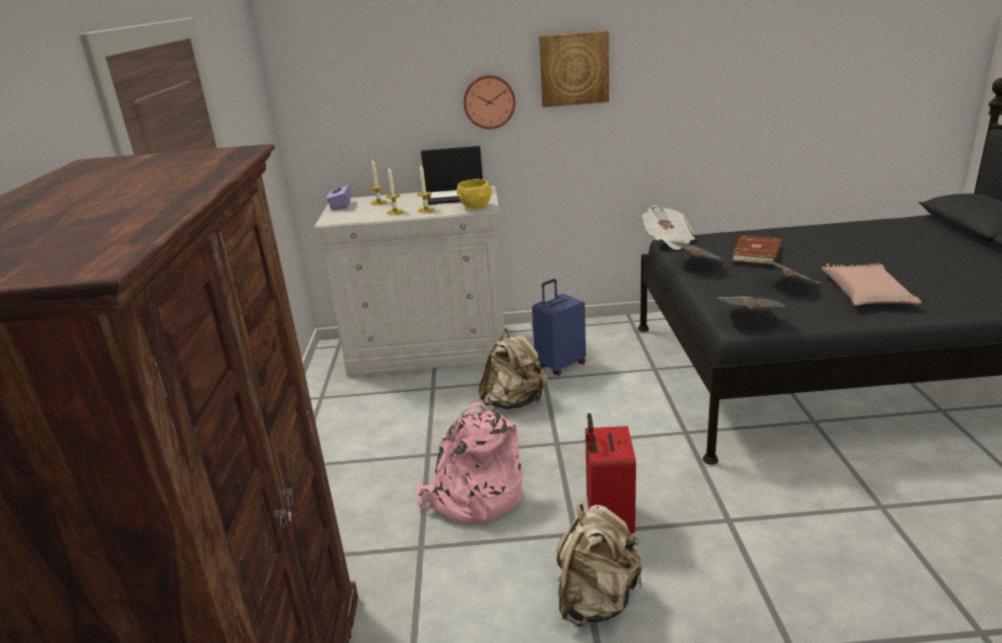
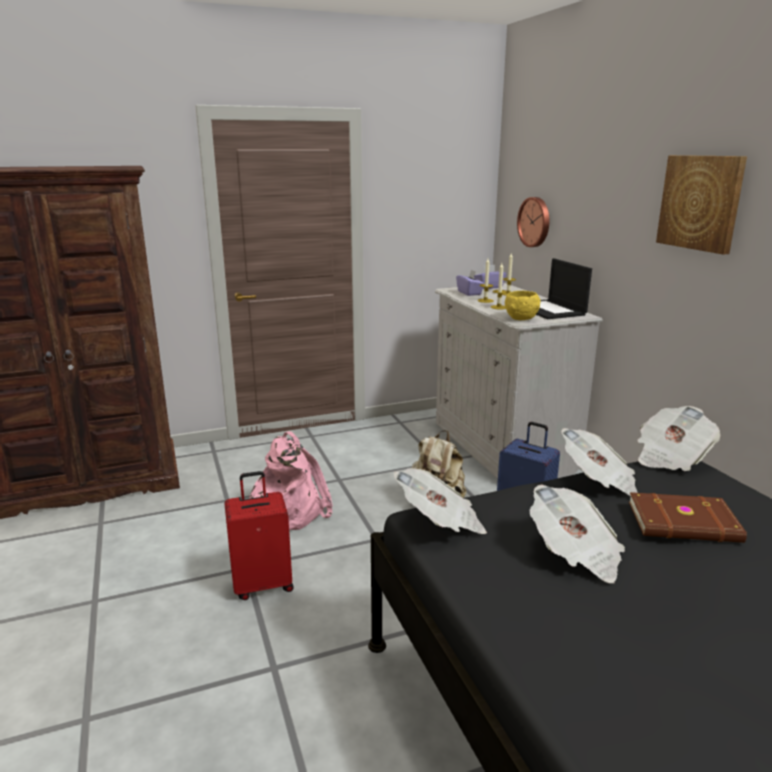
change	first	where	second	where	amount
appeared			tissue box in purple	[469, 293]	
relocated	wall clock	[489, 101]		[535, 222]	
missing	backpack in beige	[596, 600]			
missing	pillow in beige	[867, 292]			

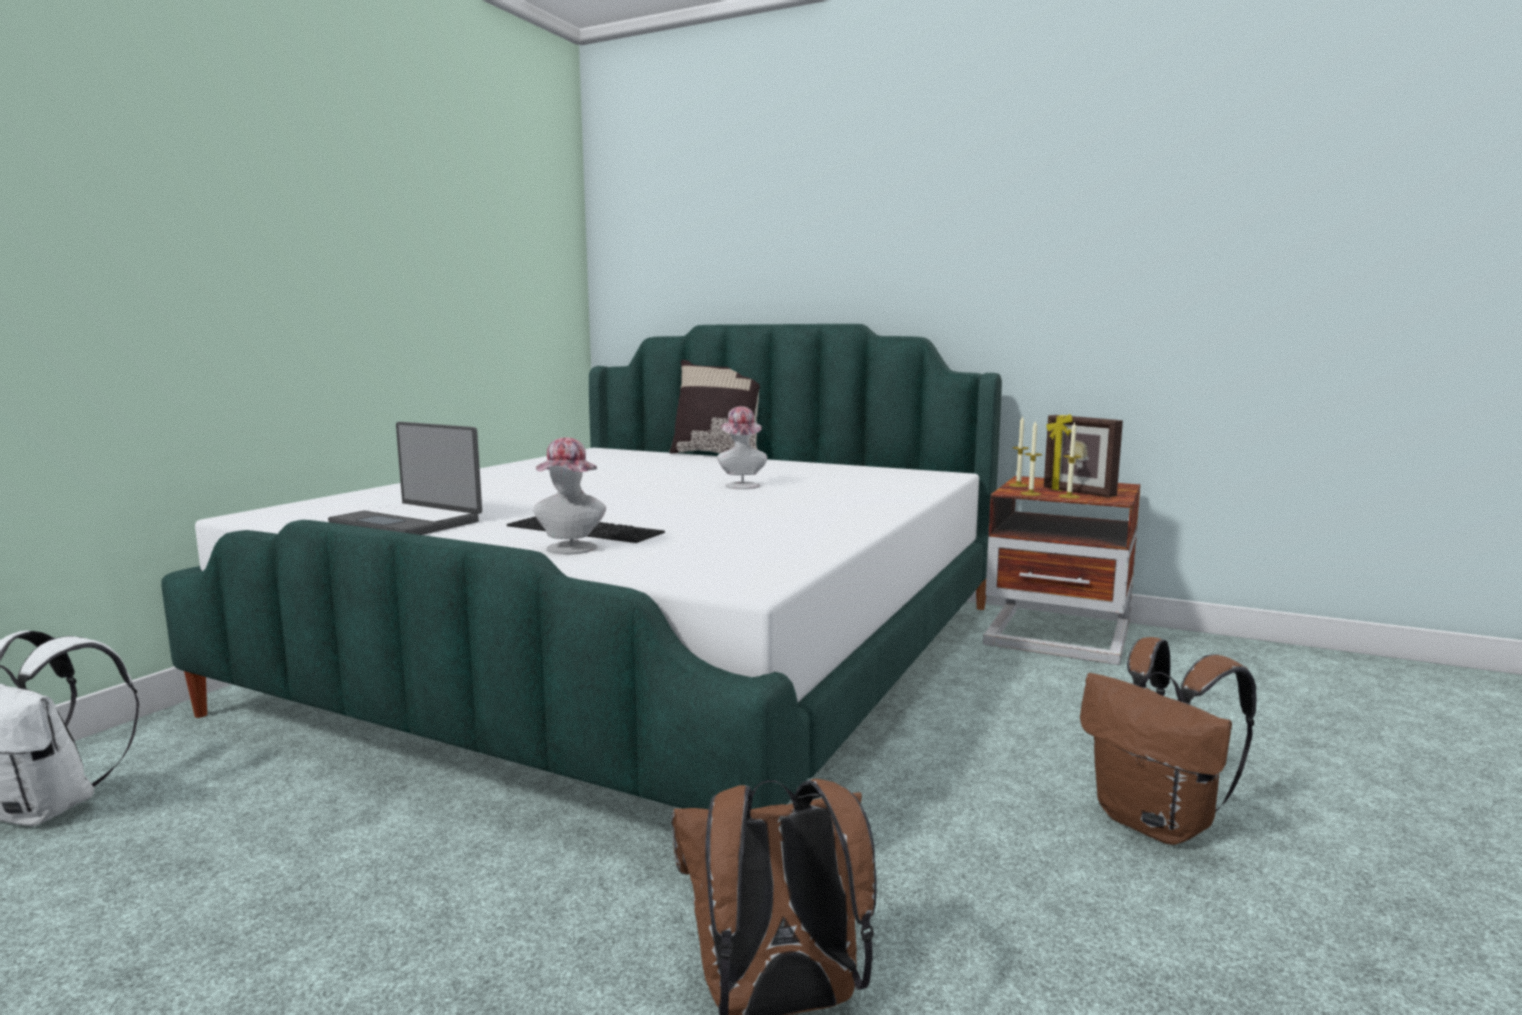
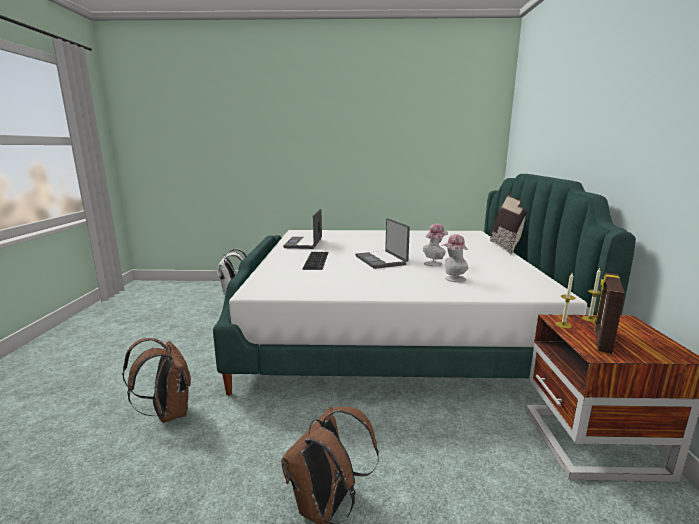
change	first	where	second	where	amount
appeared			laptop	[381, 260]	
relocated	hat	[570, 550]		[453, 279]	
missing	candle	[1069, 496]			

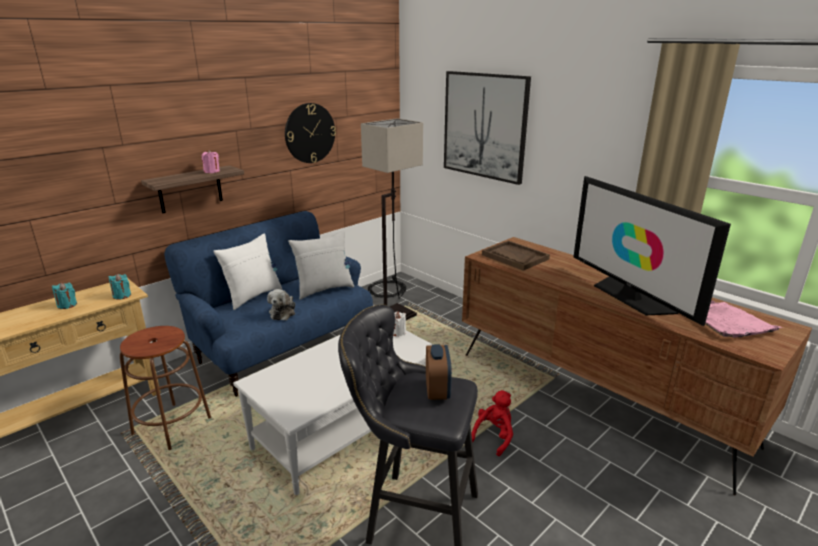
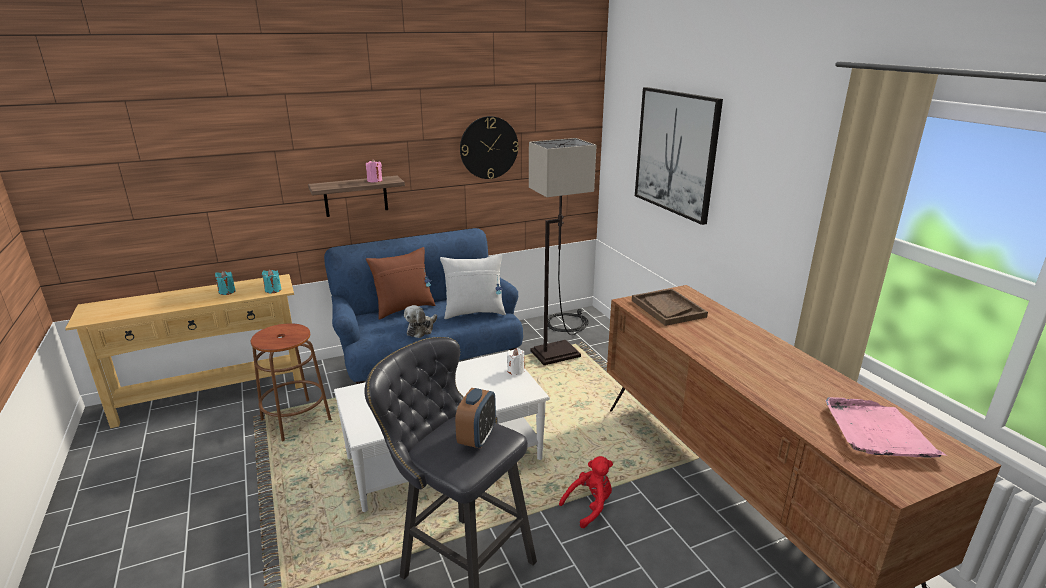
change	first	where	second	where	amount
colour	pillow in white	[253, 297]	pillow in brown	[404, 309]	
missing	television	[630, 297]			

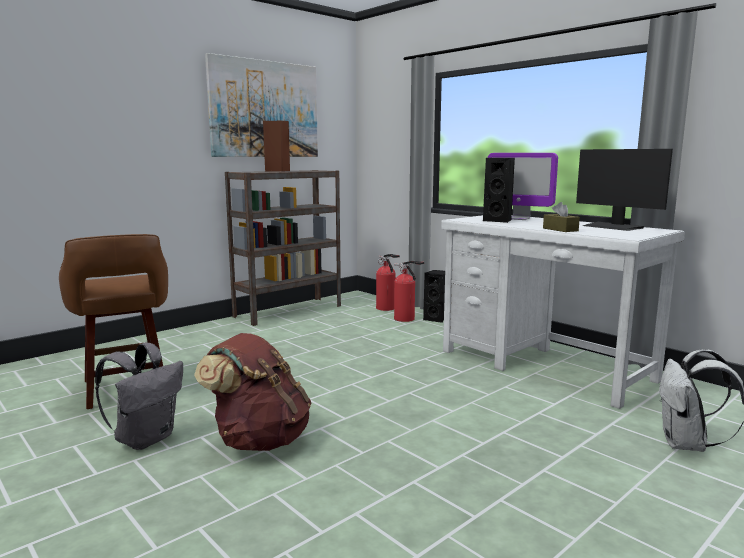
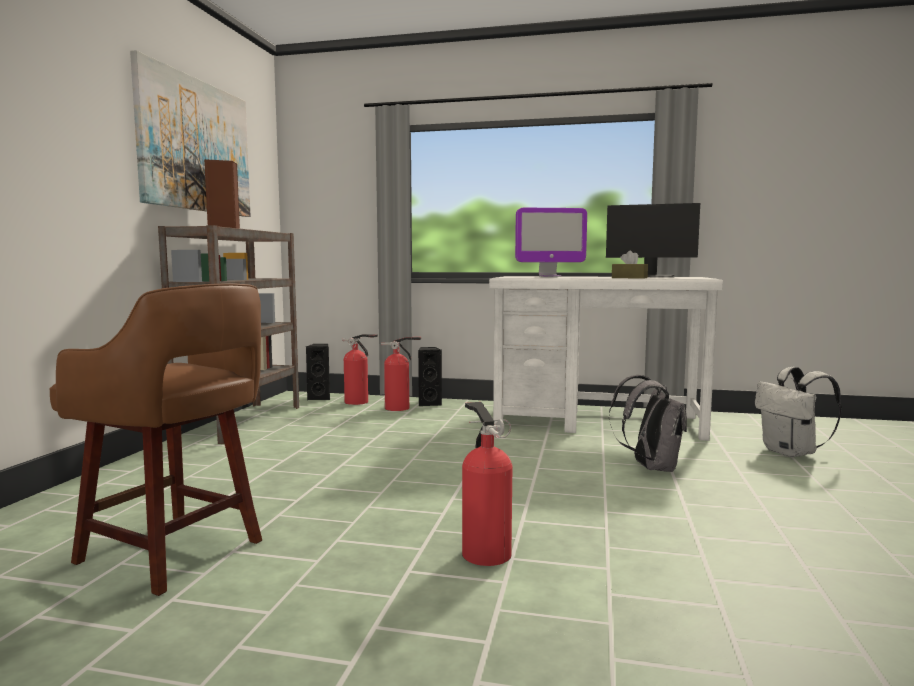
change	first	where	second	where	amount
relocated	speaker in black	[499, 220]		[320, 398]	
exchanged	backpack in brown	[259, 440]	fire extinguisher	[485, 551]	
relocated	backpack in grey	[146, 438]		[650, 467]	

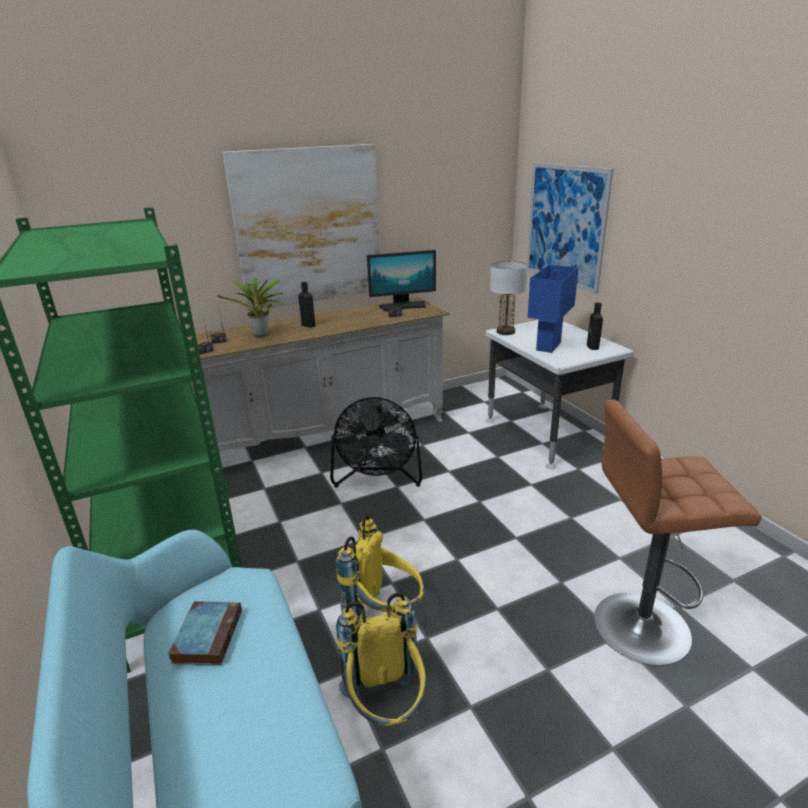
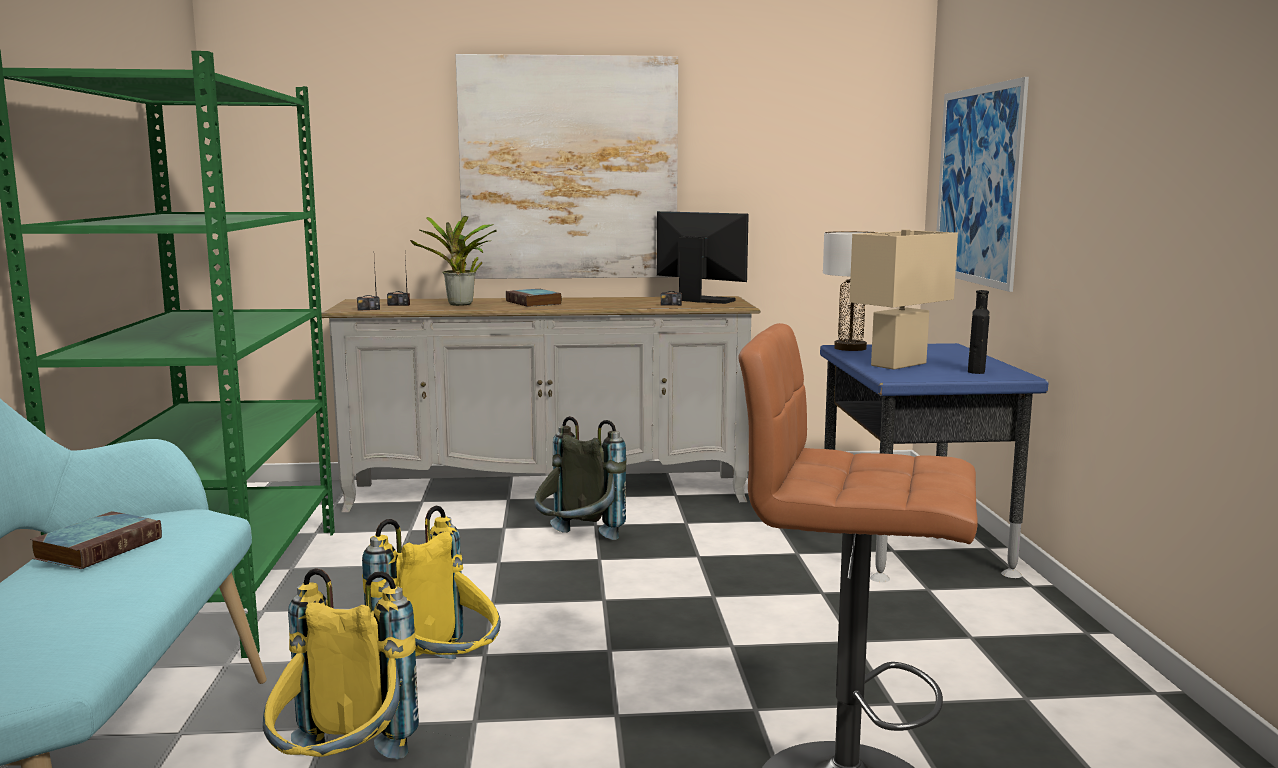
change	first	where	second	where	amount
exchanged	bottle in black	[307, 325]	book	[534, 303]	
exchanged	fan in black	[375, 476]	backpack in grey	[577, 543]	
spun	monitor	[403, 306]		[698, 300]	150 degrees counterclockwise
colour	desk in white	[547, 433]	desk in blue	[913, 541]	
colour	table lamp in blue	[548, 346]	table lamp in beige	[898, 364]	

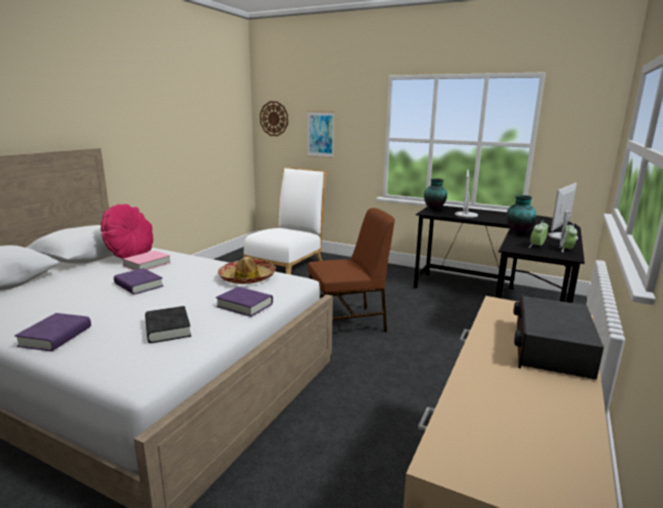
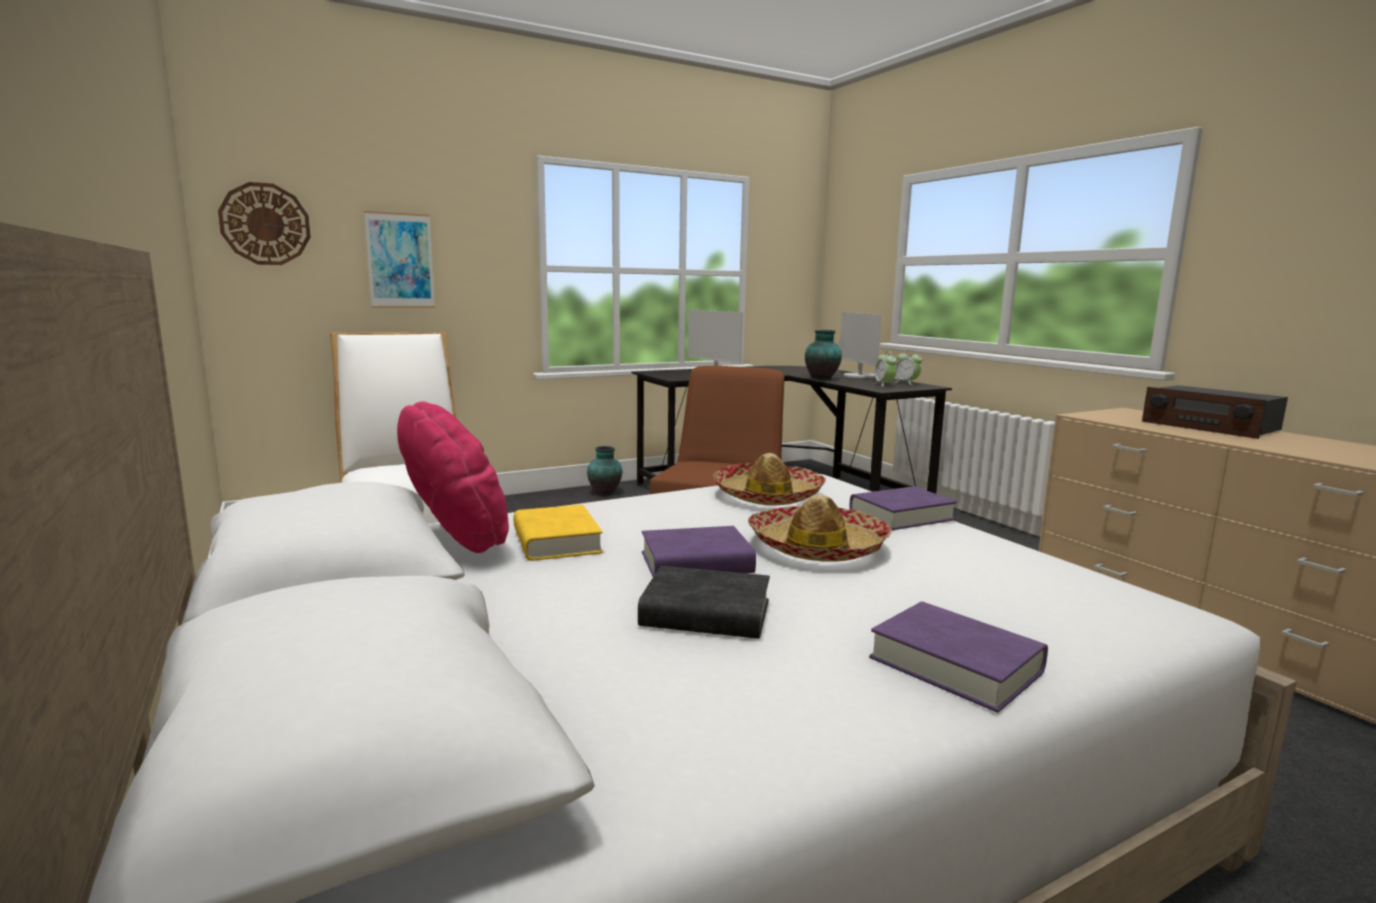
change	first	where	second	where	amount
colour	book in pink	[147, 264]	book in yellow	[556, 541]	
relocated	vase	[434, 209]		[605, 492]	
relocated	book in black	[167, 329]		[706, 614]	
appeared			hat	[817, 547]	

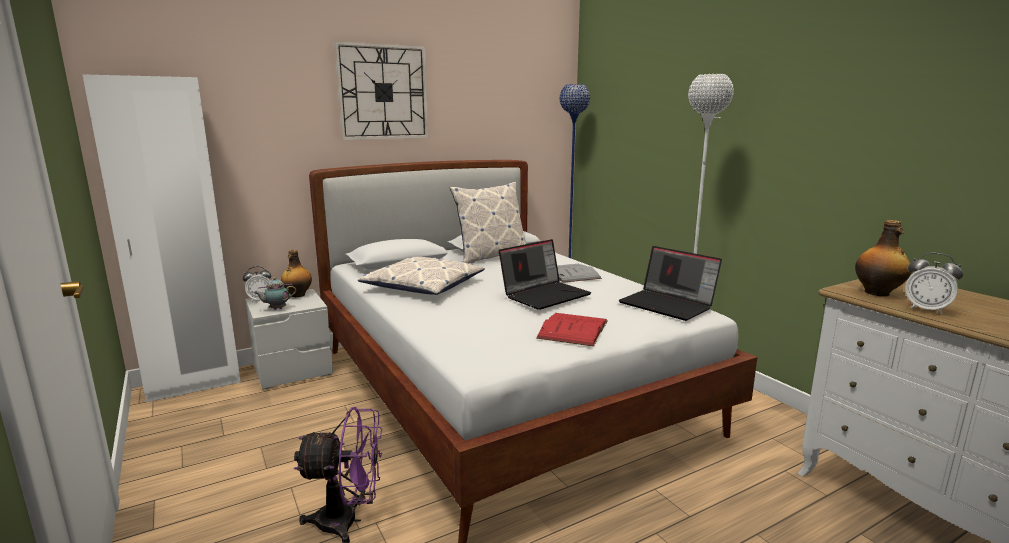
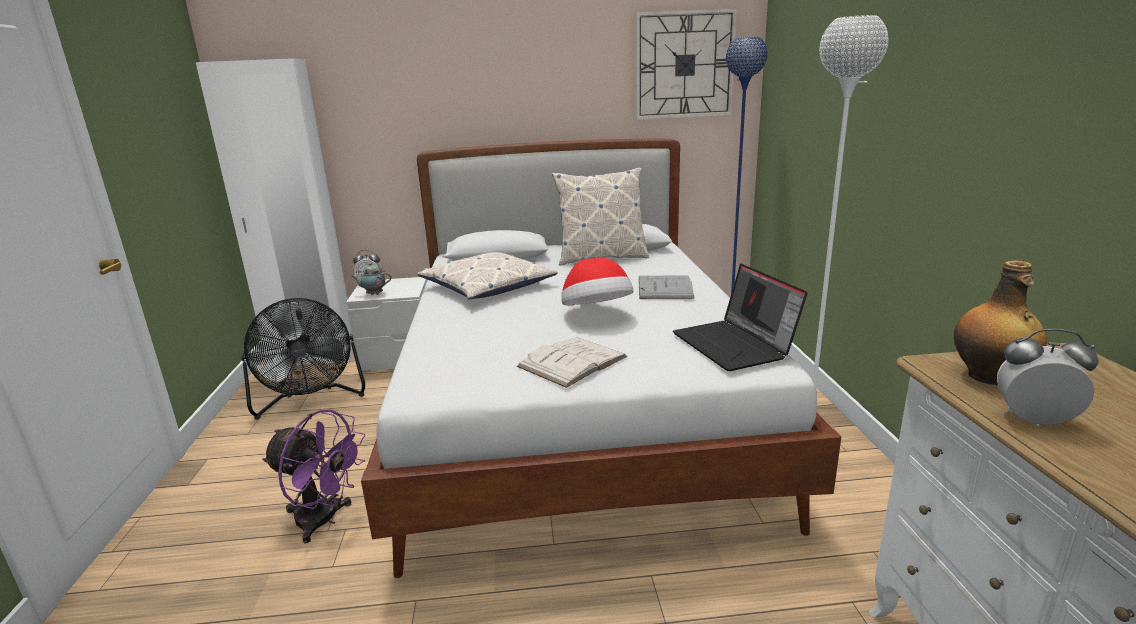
change	first	where	second	where	amount
appeared			fan in black	[306, 399]	
colour	book in red	[573, 329]	book in white	[572, 362]	
exchanged	laptop	[545, 295]	hat	[596, 312]	
relocated	wall clock	[383, 92]		[684, 65]	
spun	alarm clock	[926, 309]		[1034, 420]	135 degrees clockwise
missing	bottle	[297, 295]			

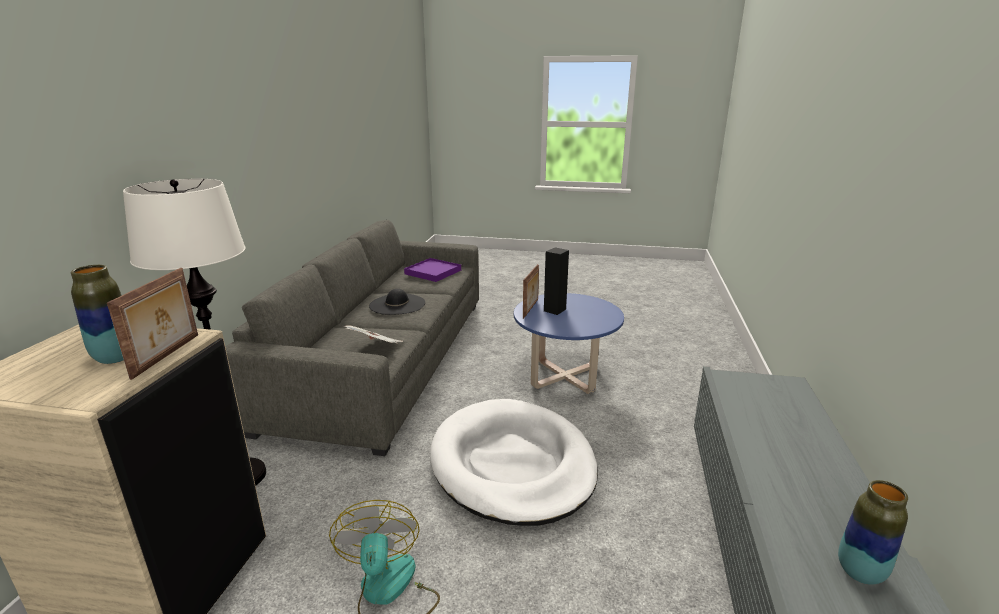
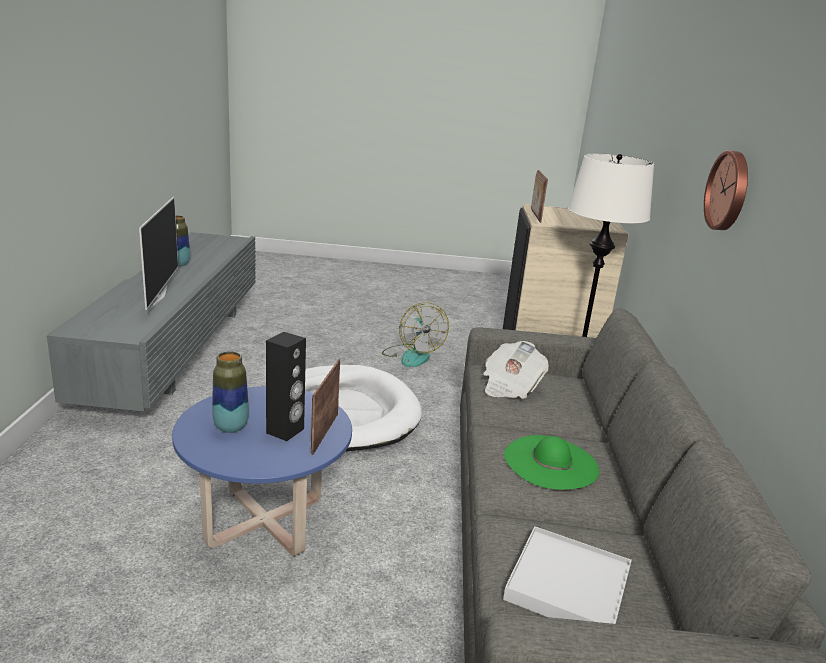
change	first	where	second	where	amount
appeared			television	[158, 297]	
relocated	vase	[116, 358]		[231, 427]	
colour	tray in purple	[433, 272]	tray in white	[568, 585]	
colour	hat in black	[397, 304]	hat in green	[550, 462]	
appeared			wall clock	[729, 191]	

